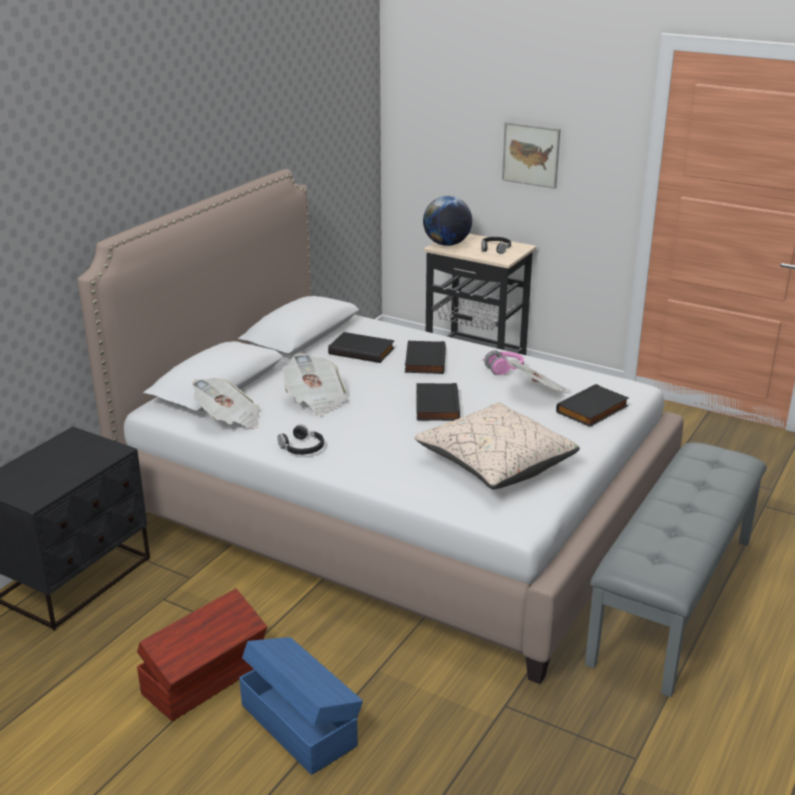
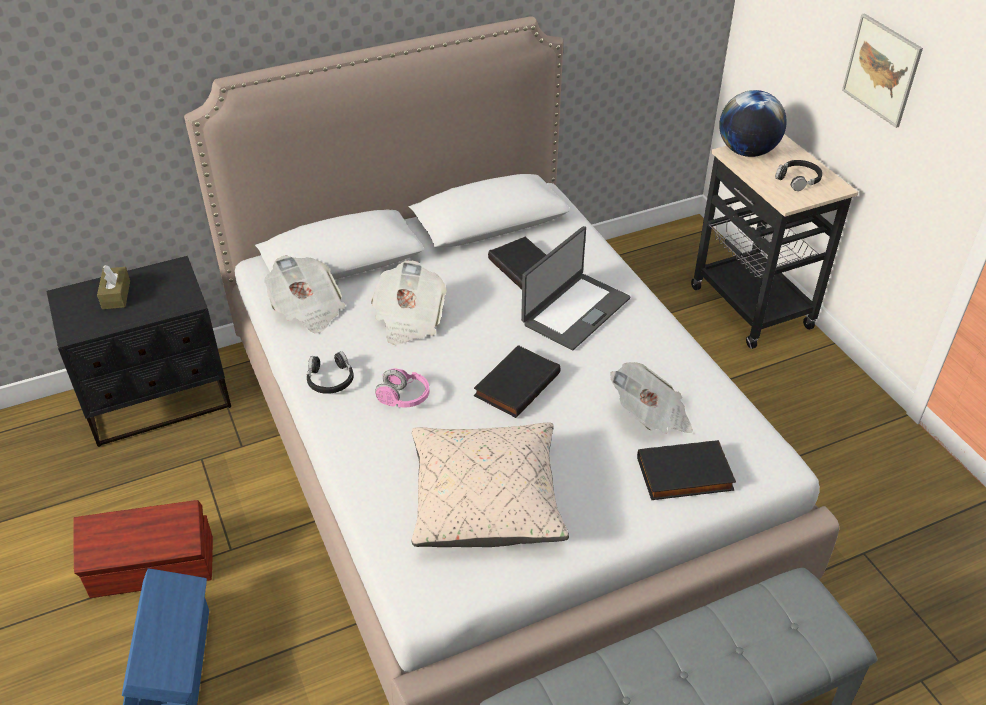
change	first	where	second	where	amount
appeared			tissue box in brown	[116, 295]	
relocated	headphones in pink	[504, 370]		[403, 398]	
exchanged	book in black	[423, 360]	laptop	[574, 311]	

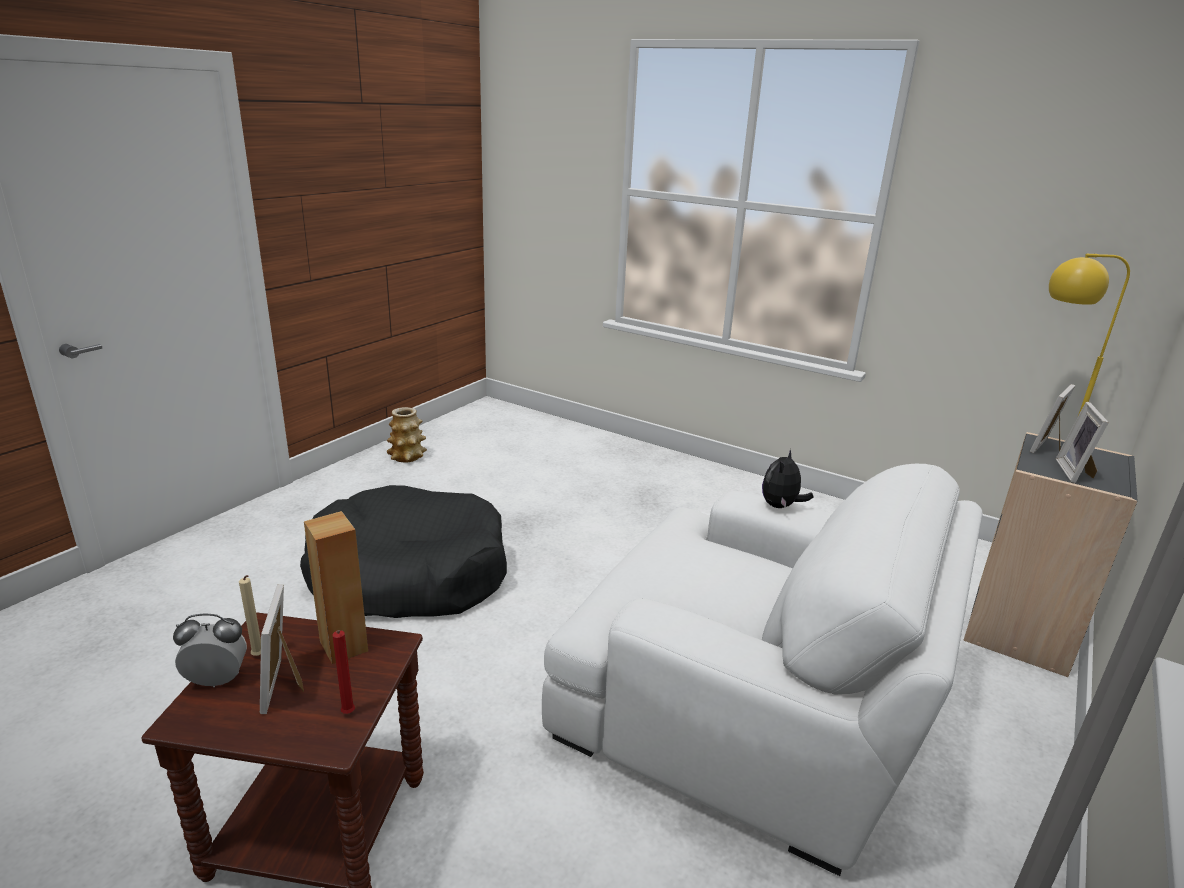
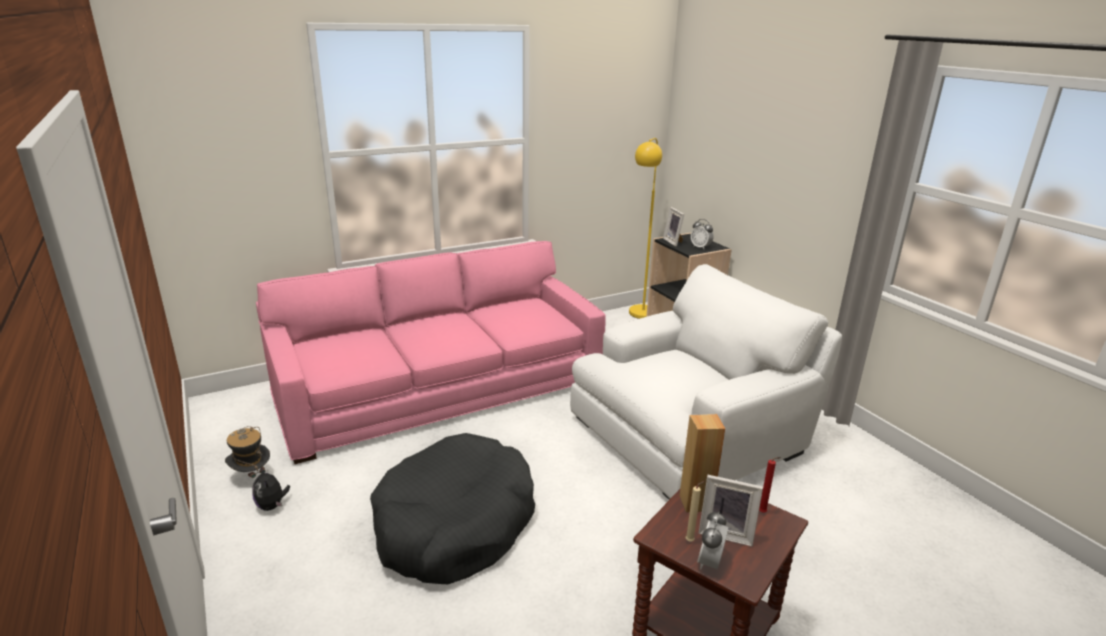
change	first	where	second	where	amount
exchanged	vase	[407, 457]	hat	[251, 477]	
relocated	plush toy	[781, 506]		[272, 506]	
appeared			sofa in pink	[440, 388]	
exchanged	picture frame	[1076, 472]	alarm clock	[700, 247]	

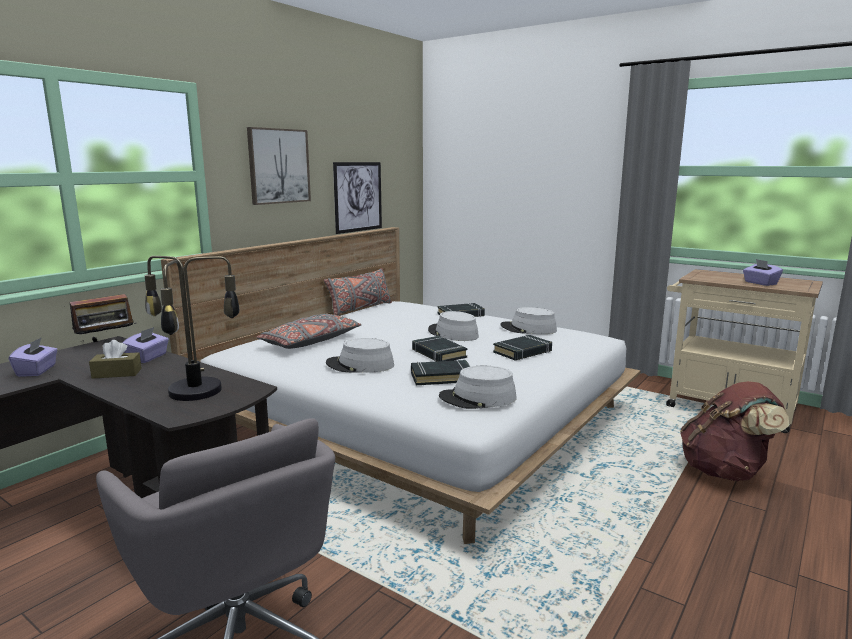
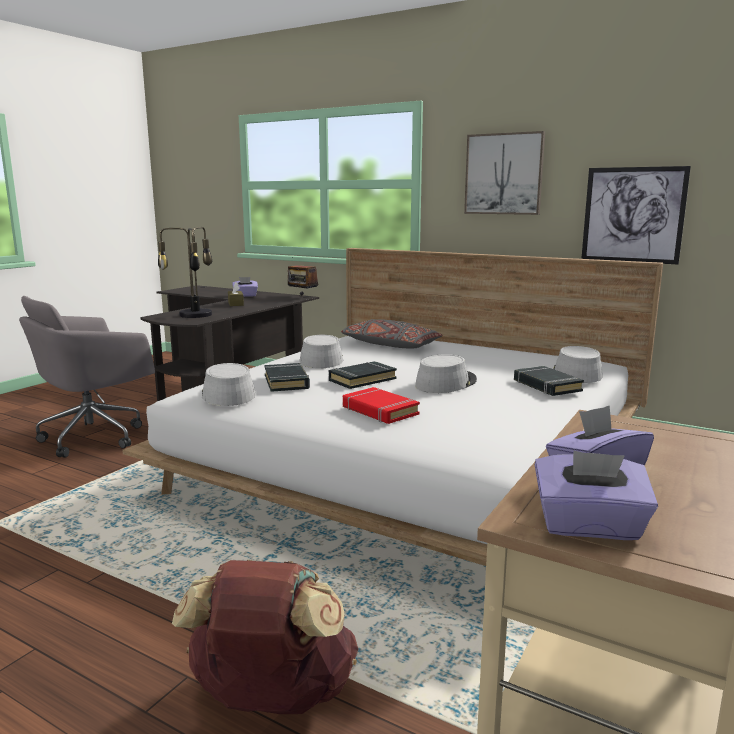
change	first	where	second	where	amount
colour	book in black	[523, 352]	book in red	[379, 411]	
relocated	tissue box in purple	[148, 358]		[589, 526]	
relocated	hat in grey	[528, 329]		[576, 373]	
missing	pillow in grey	[360, 308]			

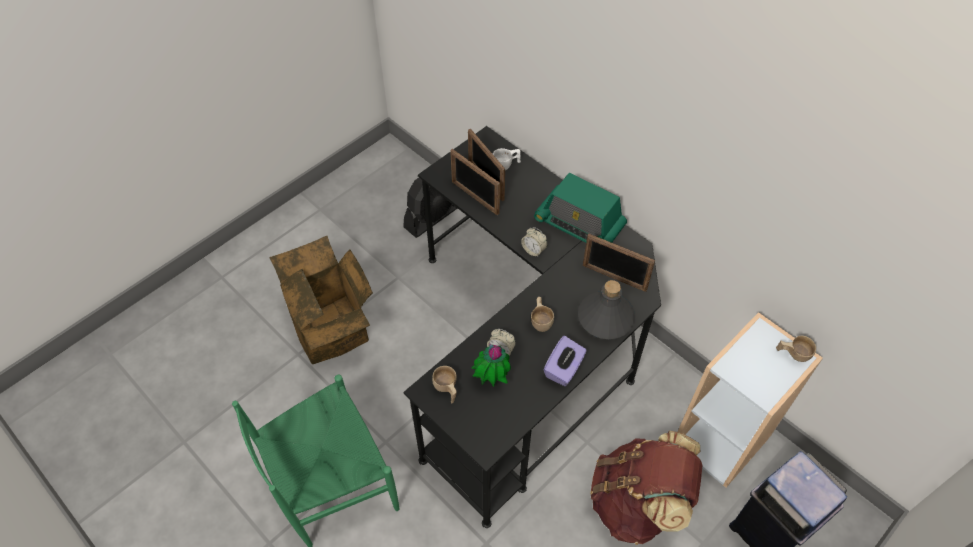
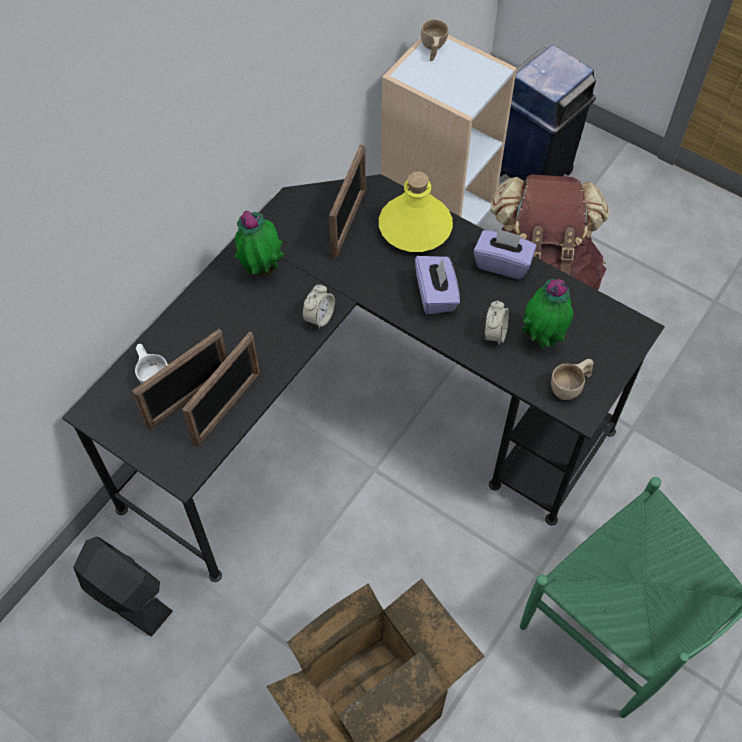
change	first	where	second	where	amount
exchanged	radio	[579, 224]	potted plant	[262, 268]	
colour	bottle in grey	[606, 318]	bottle in yellow	[415, 227]	
exchanged	cup in beige	[541, 320]	tissue box in purple	[436, 295]	

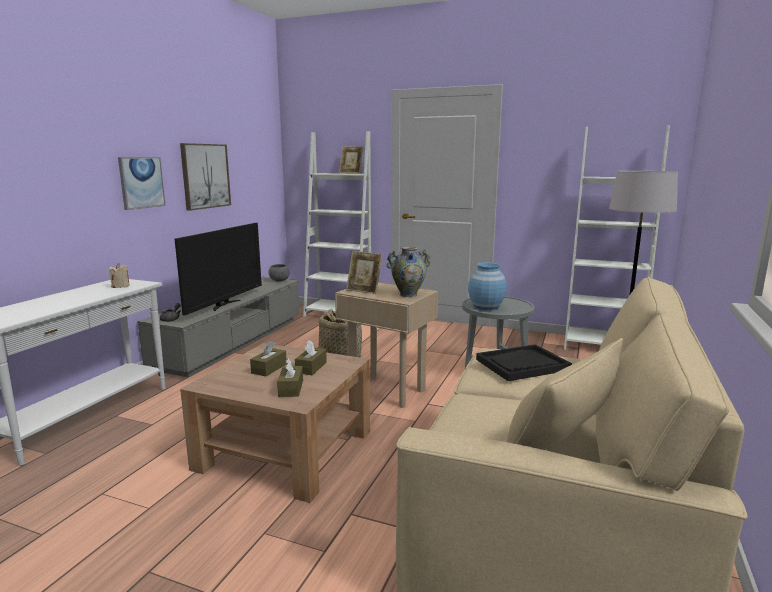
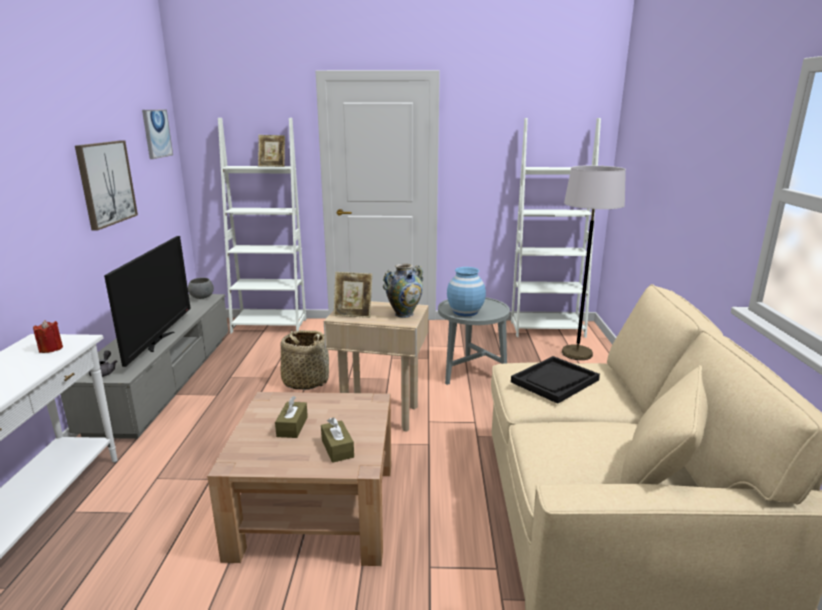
change	first	where	second	where	amount
colour	candle in beige	[120, 286]	candle in red	[51, 349]	
relocated	picture	[141, 182]		[156, 133]	
missing	tissue box in brown	[311, 367]			

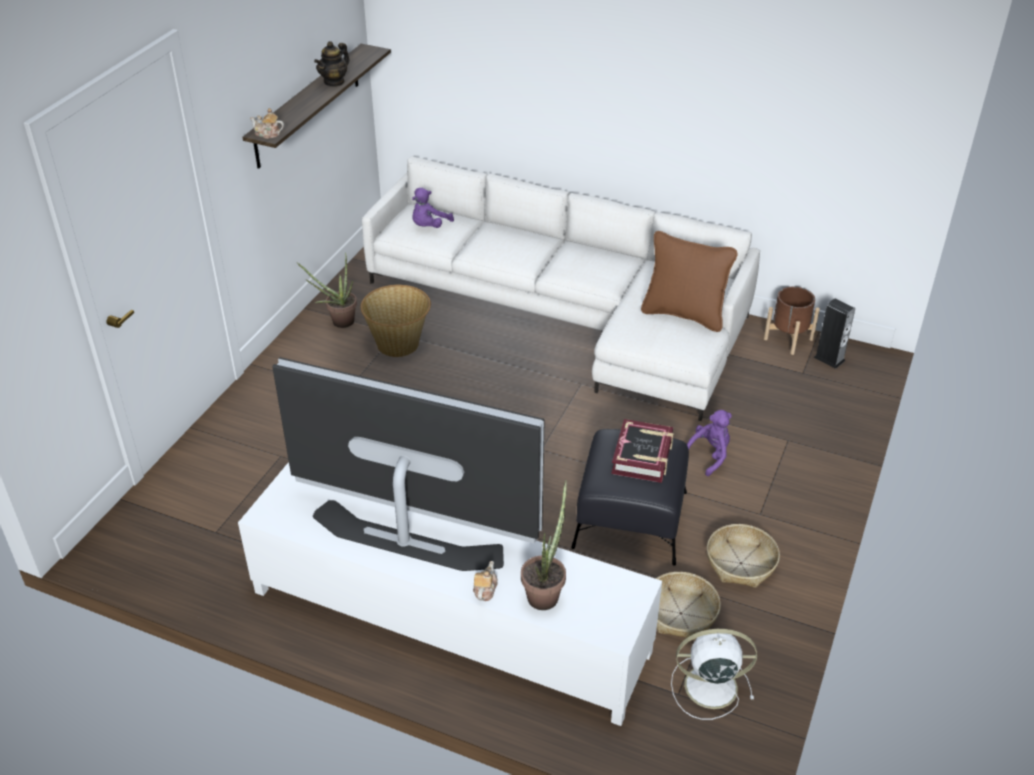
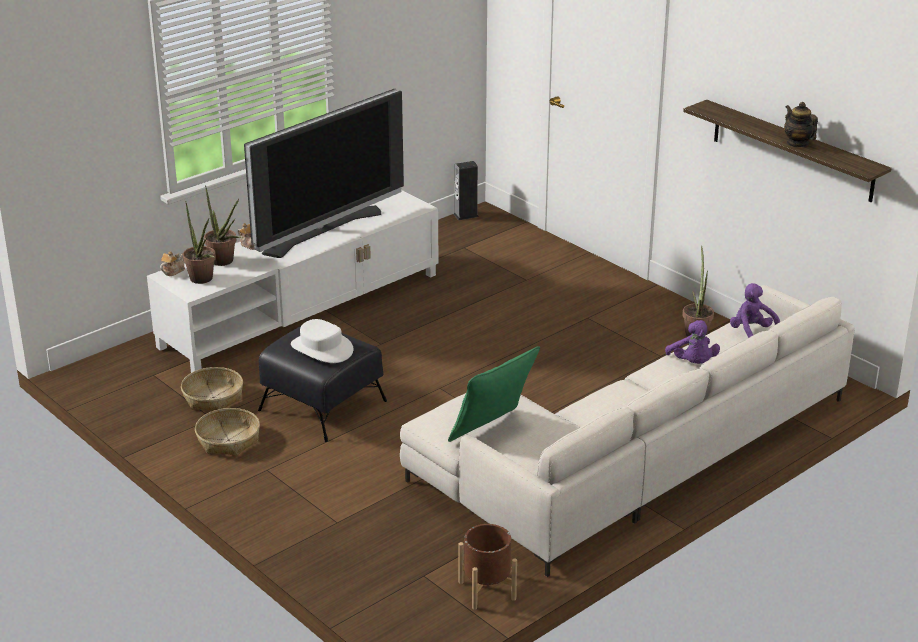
change	first	where	second	where	amount
relocated	teapot	[268, 134]		[173, 271]	
appeared			potted plant	[203, 280]	
exchanged	book	[642, 457]	hat in white	[321, 348]	
colour	pillow in brown	[684, 314]	pillow in green	[493, 432]	
relocated	speaker	[829, 359]		[466, 215]	
relocated	plush toy in purple	[709, 456]		[692, 363]	
missing	basket	[398, 344]			
missing	fan in white	[708, 686]			

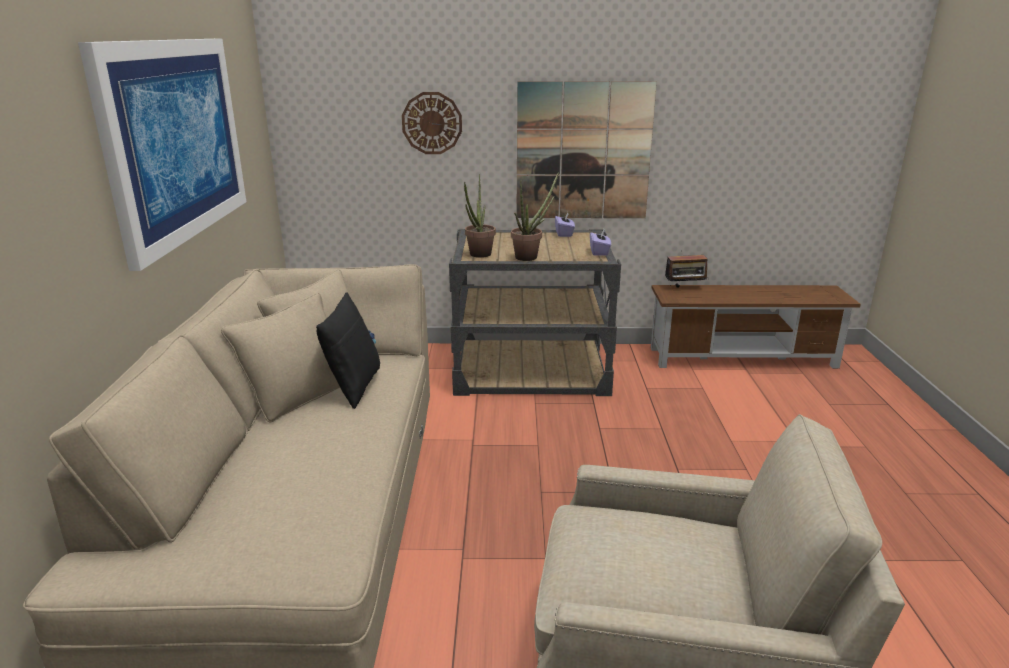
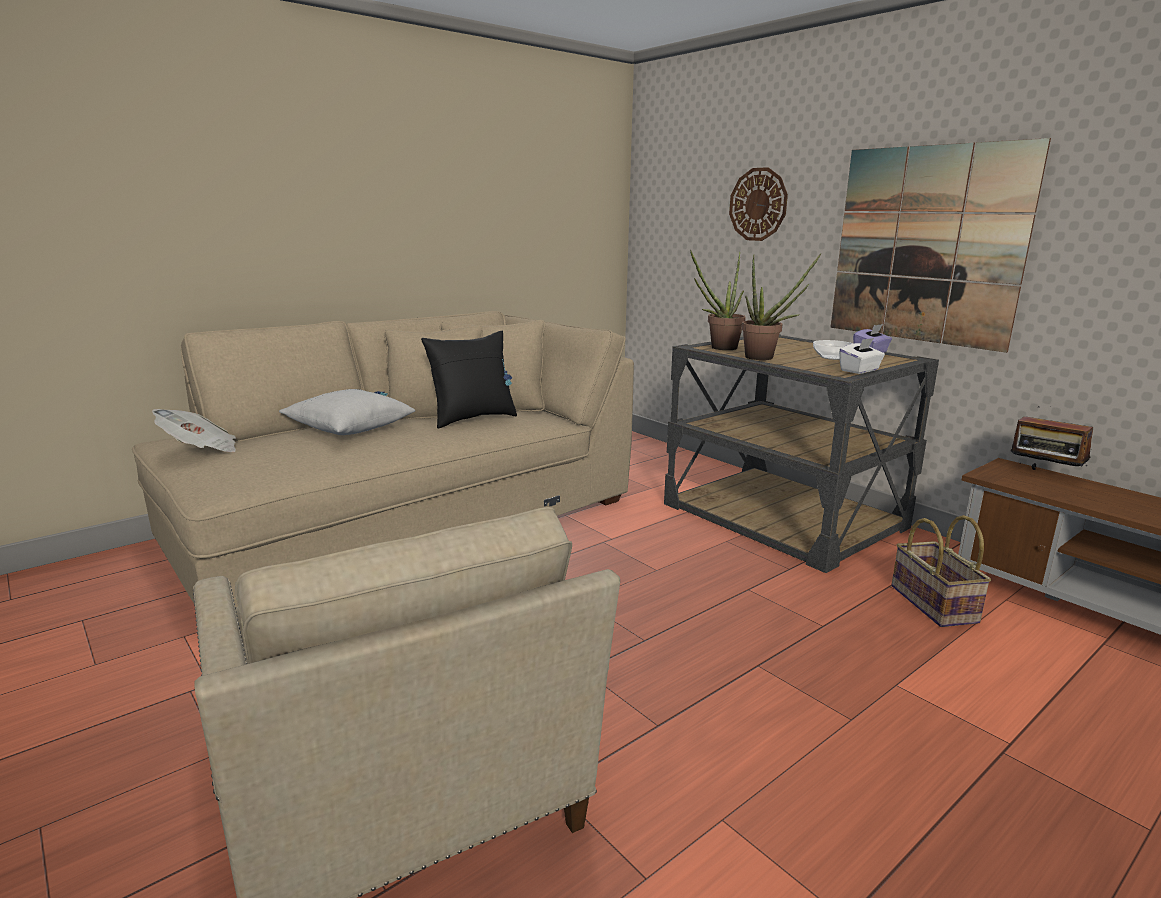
change	first	where	second	where	amount
appeared			newspaper	[200, 449]	
appeared			pillow in grey	[350, 428]	
appeared			bowl	[831, 357]	
colour	tissue box in purple	[599, 252]	tissue box in white	[860, 370]	
appeared			basket	[931, 604]	
missing	picture	[176, 140]			

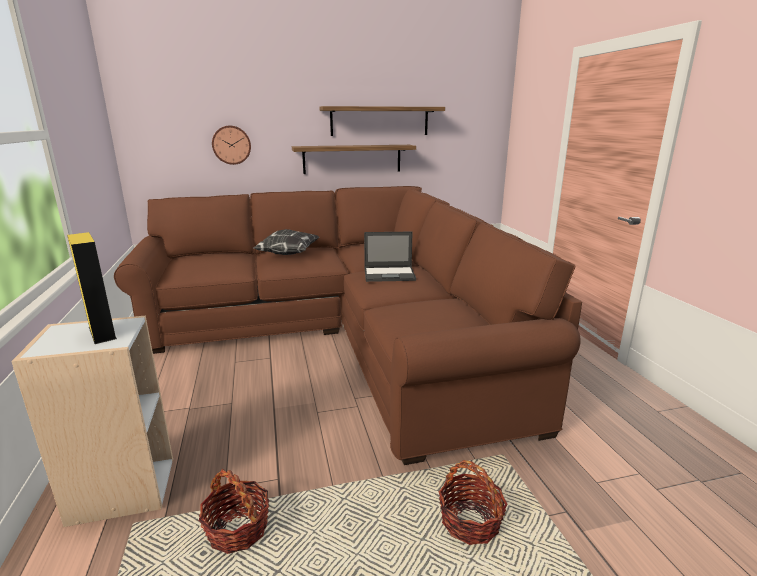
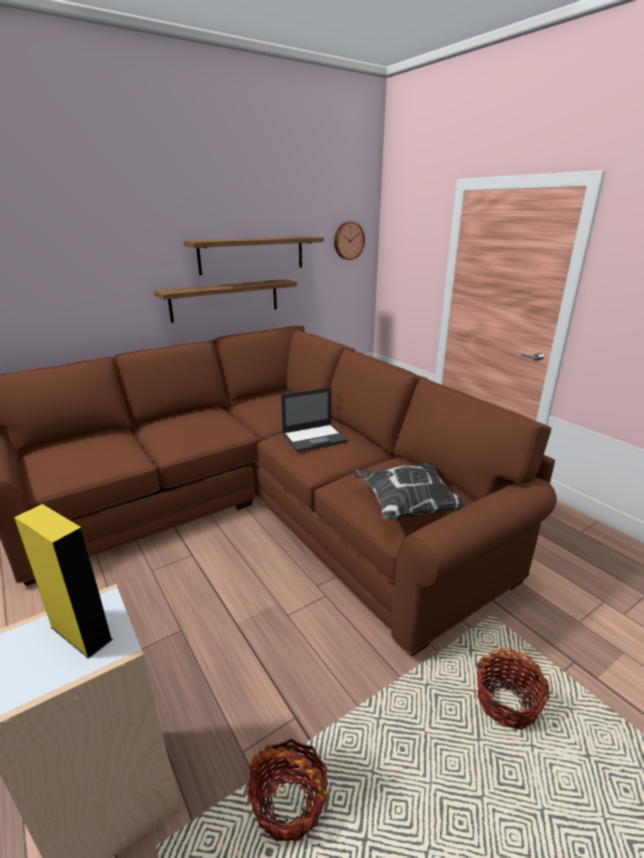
change	first	where	second	where	amount
relocated	wall clock	[231, 145]		[348, 240]	
relocated	pillow	[287, 254]		[406, 506]	

